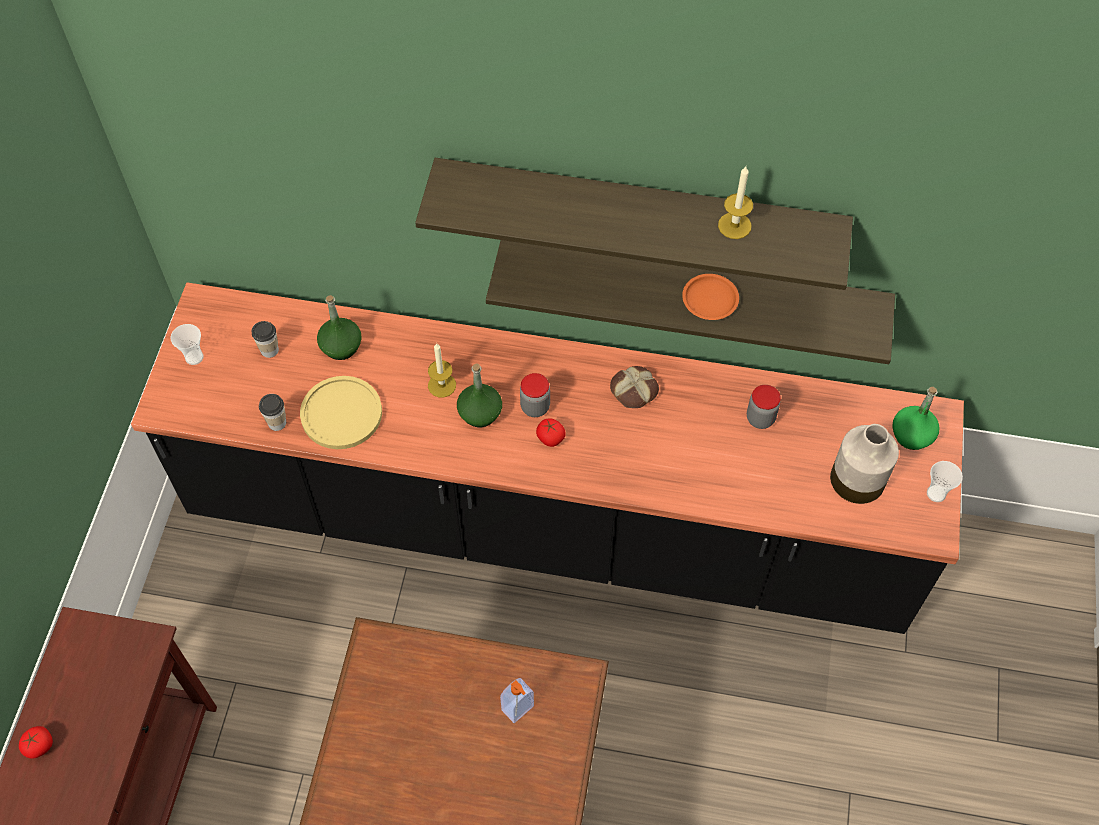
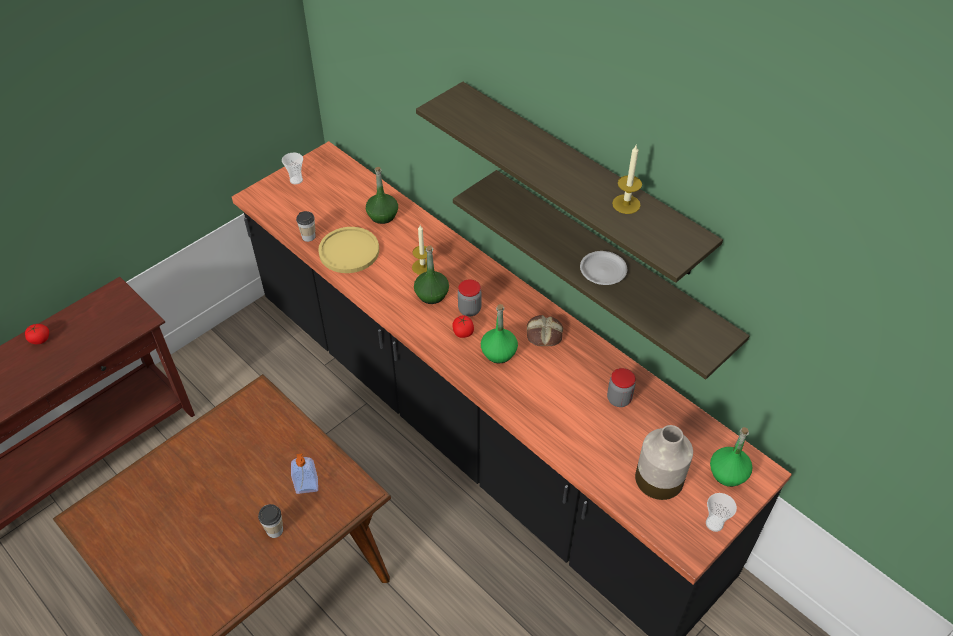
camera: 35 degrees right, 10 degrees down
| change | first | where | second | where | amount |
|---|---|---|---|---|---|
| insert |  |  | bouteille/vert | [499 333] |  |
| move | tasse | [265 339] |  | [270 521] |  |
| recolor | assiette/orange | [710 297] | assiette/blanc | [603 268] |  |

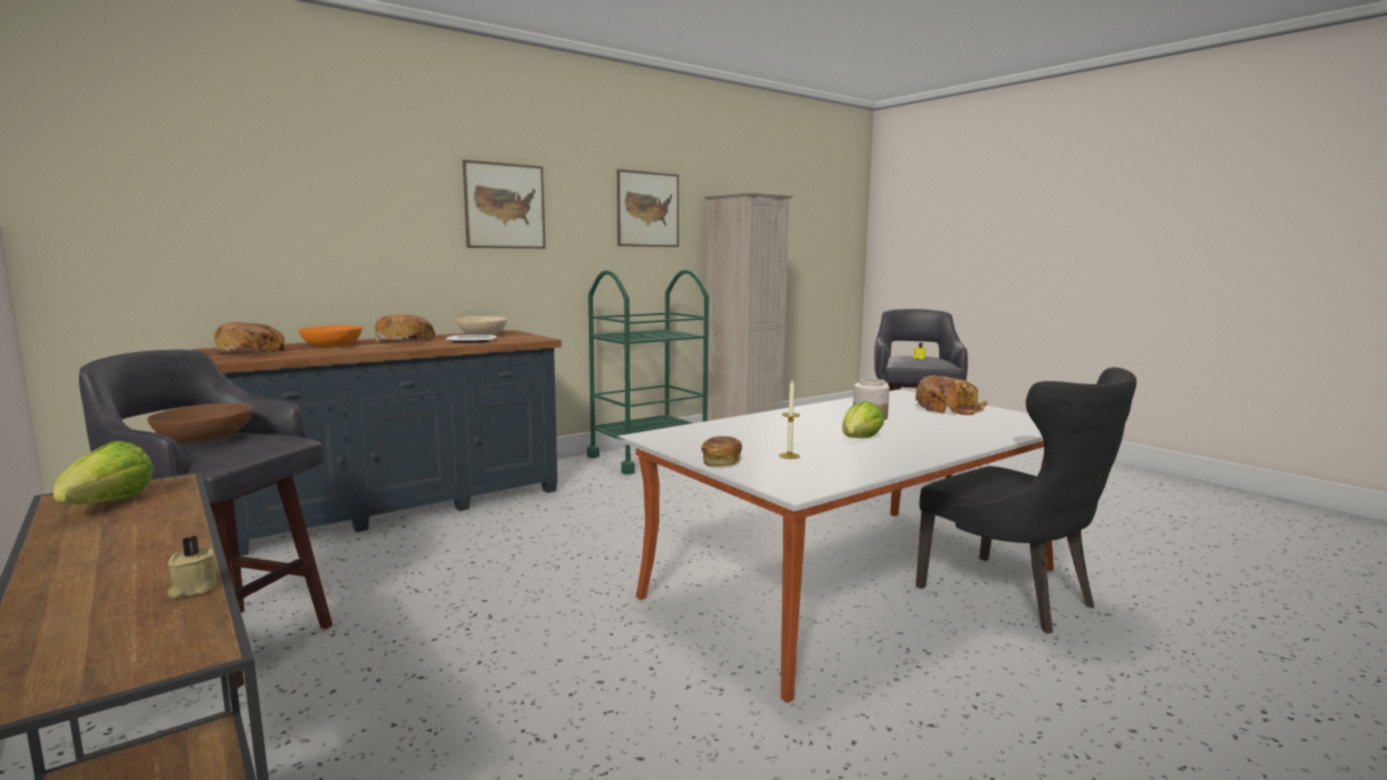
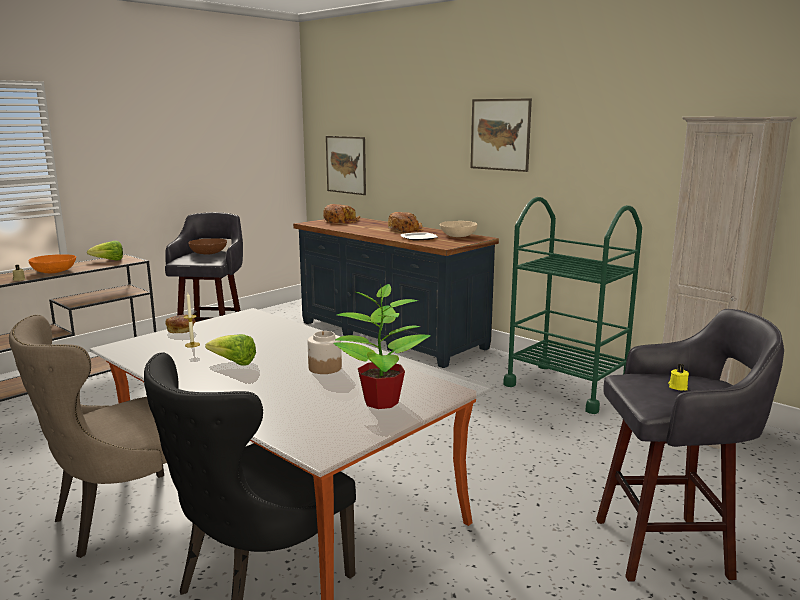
camera: 80 degrees right, 5 degrees up
| change | first | where | second | where | amount |
|---|---|---|---|---|---|
| insert |  |  | chaise/beige | [88 436] |  |
| move | bol/orange | [330 336] |  | [52 263] |  |
| move | tableau | [648 208] |  | [346 165] |  |
| replace | pain | [951 395] | plante en pot | [382 346] |  |

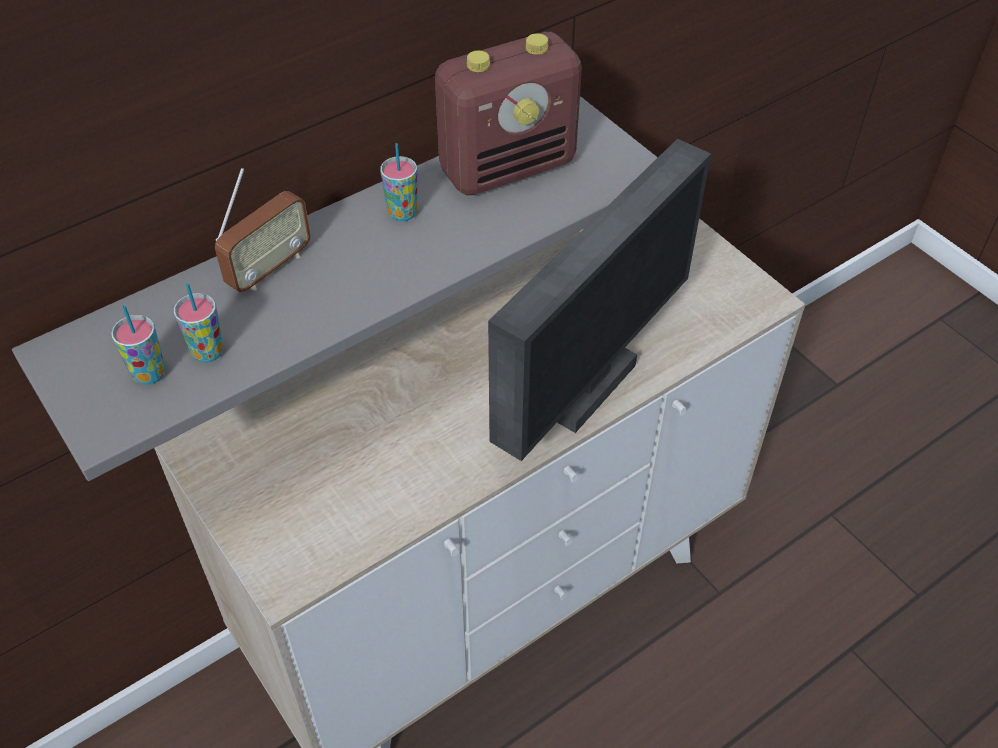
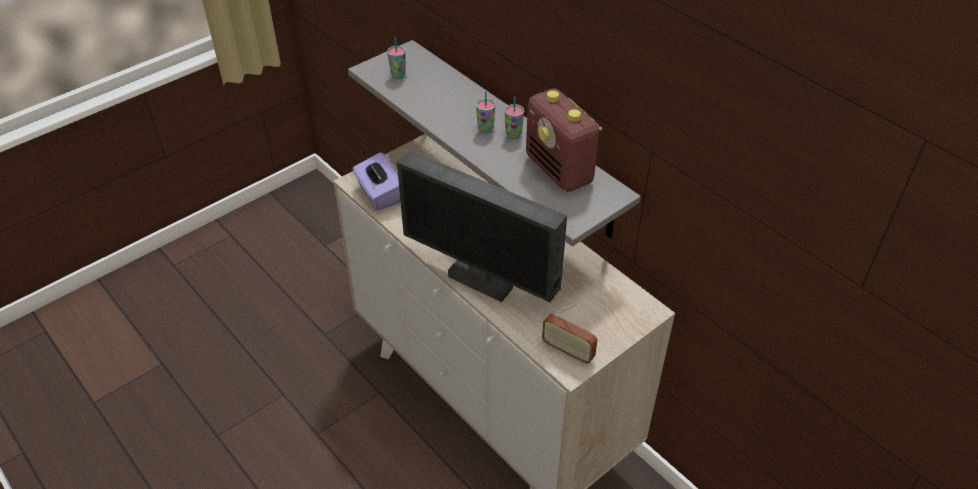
camera: 85 degrees right, 5 degrees down
| change | first | where | second | where | amount |
|---|---|---|---|---|---|
| insert |  |  | boîte à mouchoirs/violet | [377 181] |  |
| move | tasse | [199 323] |  | [486 112] |  |
| move | radio | [263 230] |  | [570 333] |  |

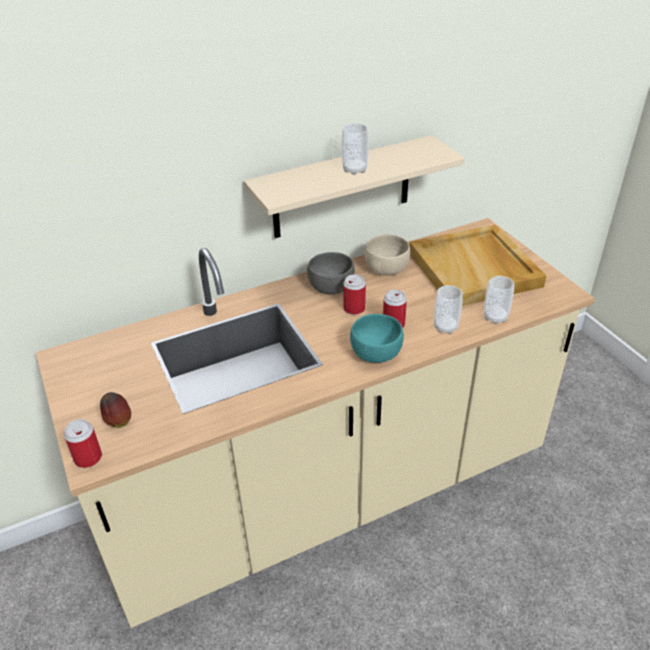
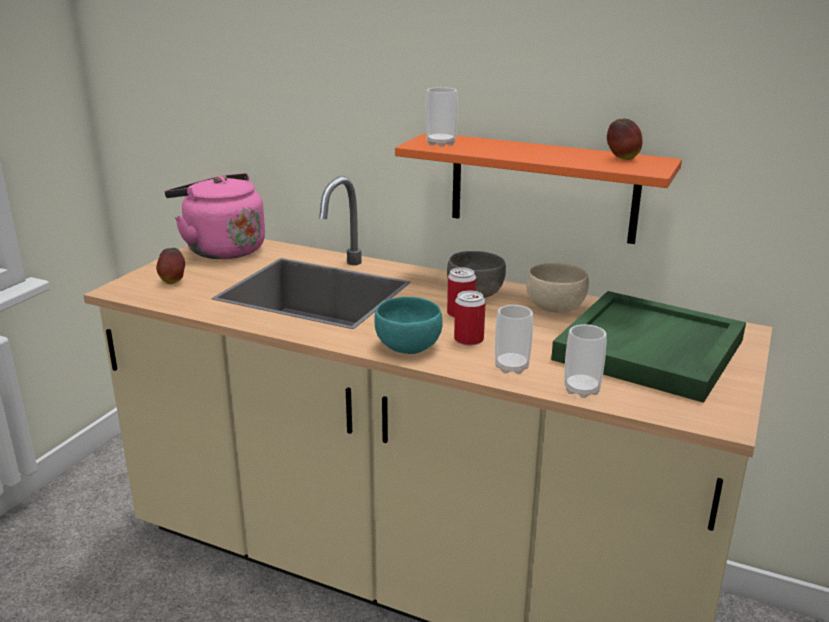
camera: 50 degrees right, 15 degrees down
| change | first | where | second | where | amount |
|---|---|---|---|---|---|
| delete | boîte métallique | [83 443] |  |  |  |
| insert |  |  | bouilloire/rose | [214 216] |  |
| insert |  |  | pomme | [625 139] |  |
| move | tasse | [355 149] |  | [441 117] |  |
| recolor | étagère/beige | [354 186] | étagère/orange | [538 188] |  |
| recolor | plateau/beige | [478 265] | plateau/vert | [648 347] |  |

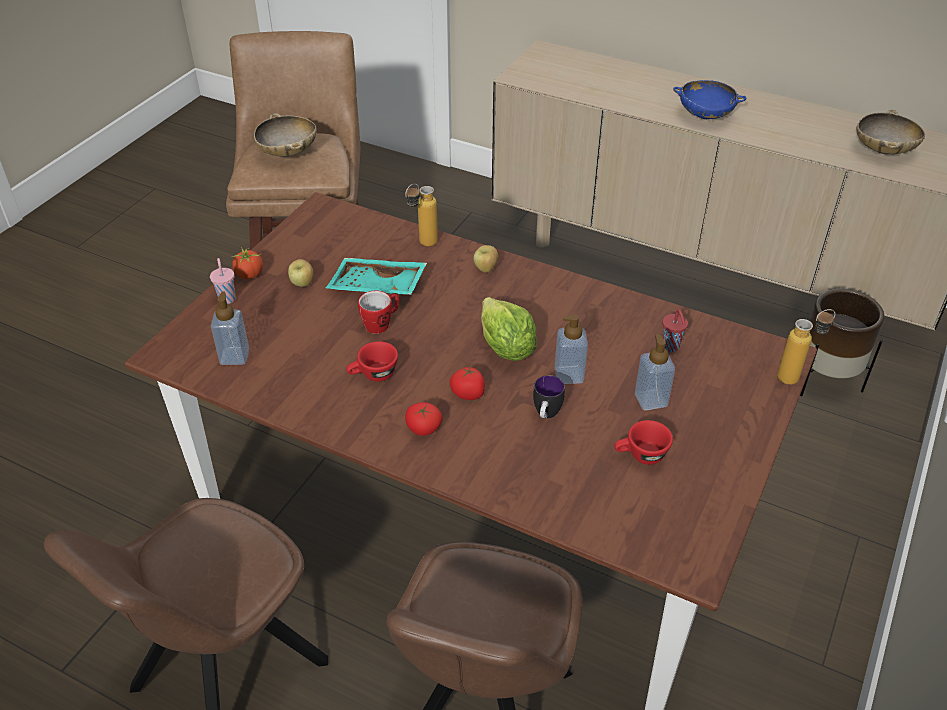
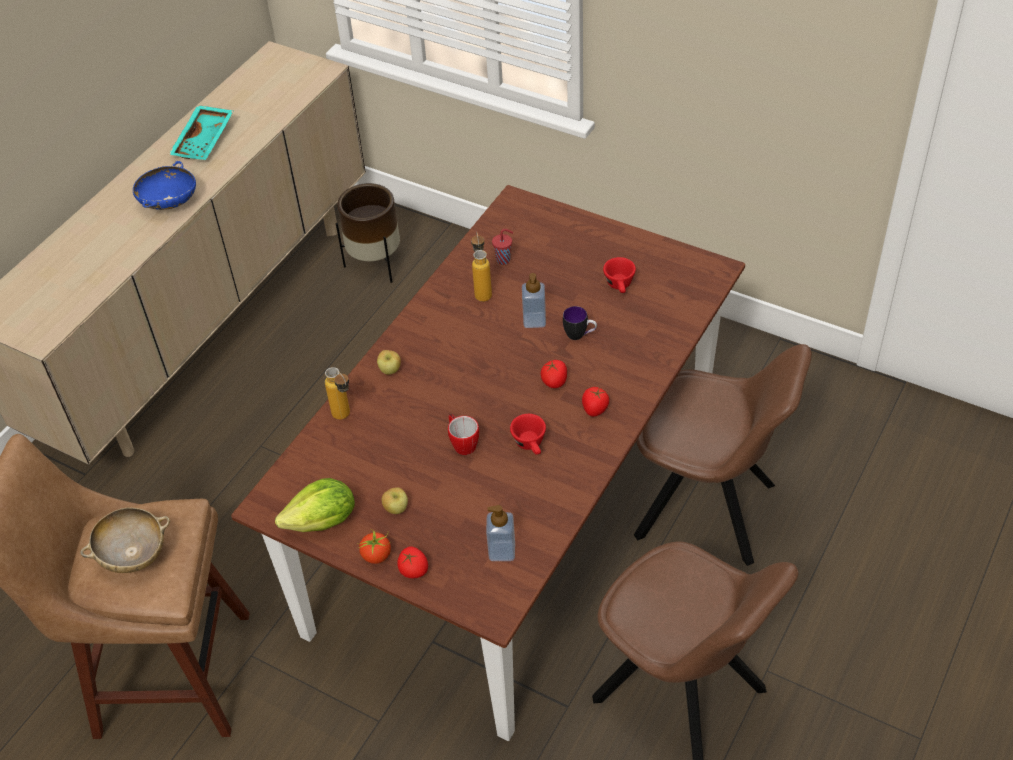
camera: 85 degrees left, 5 degrees up
| change | first | where | second | where | amount |
|---|---|---|---|---|---|
| delete | distributeur de savon | [655 372] |  |  |  |
| delete | bol/beige | [890 132] |  |  |  |
| move | plateau/turquoise | [376 276] |  | [201 132] |  |
| move | laitue | [509 329] |  | [315 505] |  |
| move | bouteille | [806 347] |  | [481 267] |  |
| replace | tasse/rose | [223 281] | tomate | [412 562] |  |

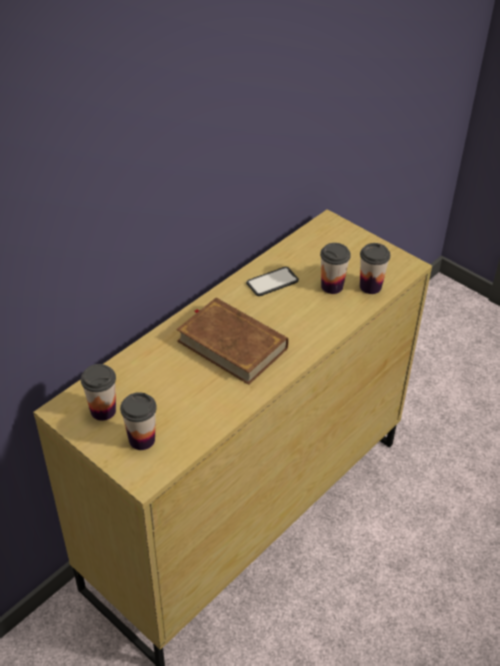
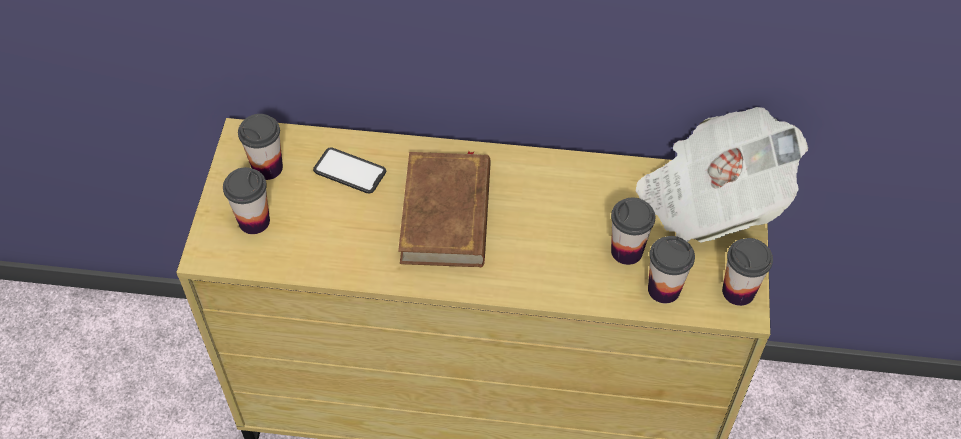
camera: 55 degrees right, 10 degrees up
| change | first | where | second | where | amount |
|---|---|---|---|---|---|
| insert |  |  | journal | [722 175] |  |
| insert |  |  | tasse | [747 272] |  |
| move | téléphone | [272 281] |  | [349 170] |  |

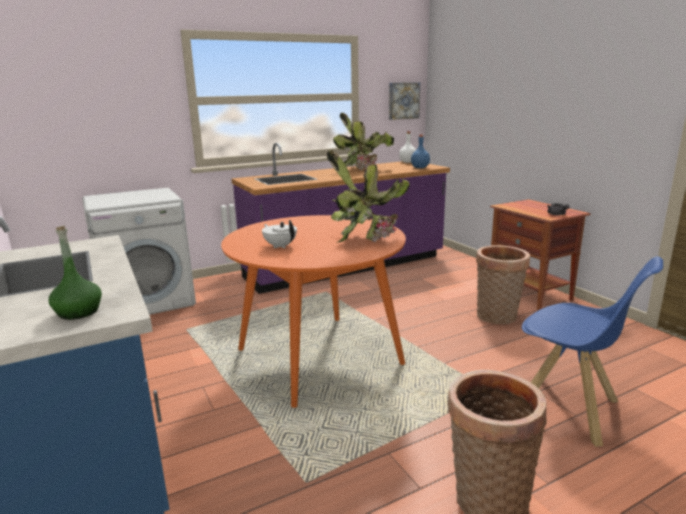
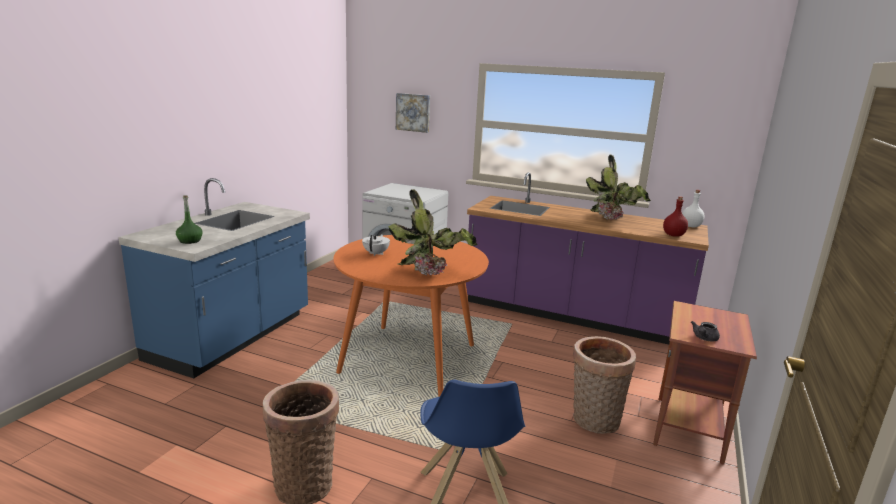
camera: 50 degrees right, 0 degrees up
| change | first | where | second | where | amount |
|---|---|---|---|---|---|
| move | tableau | [404 101] |  | [413 113] |  |
| recolor | bouteille/bleu | [420 151] | bouteille/rouge | [675 216] |  |

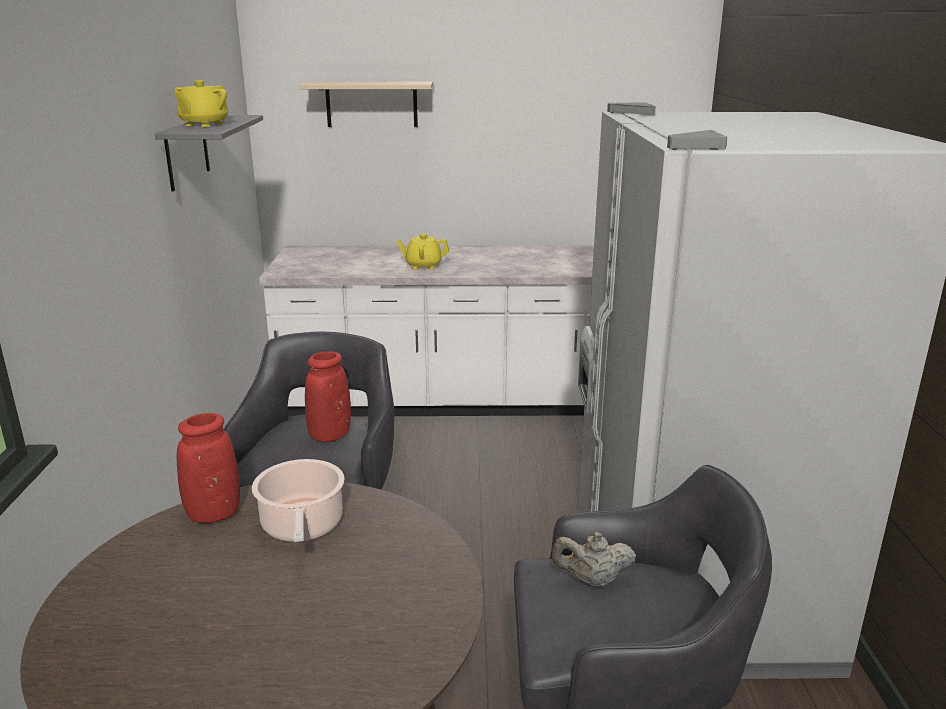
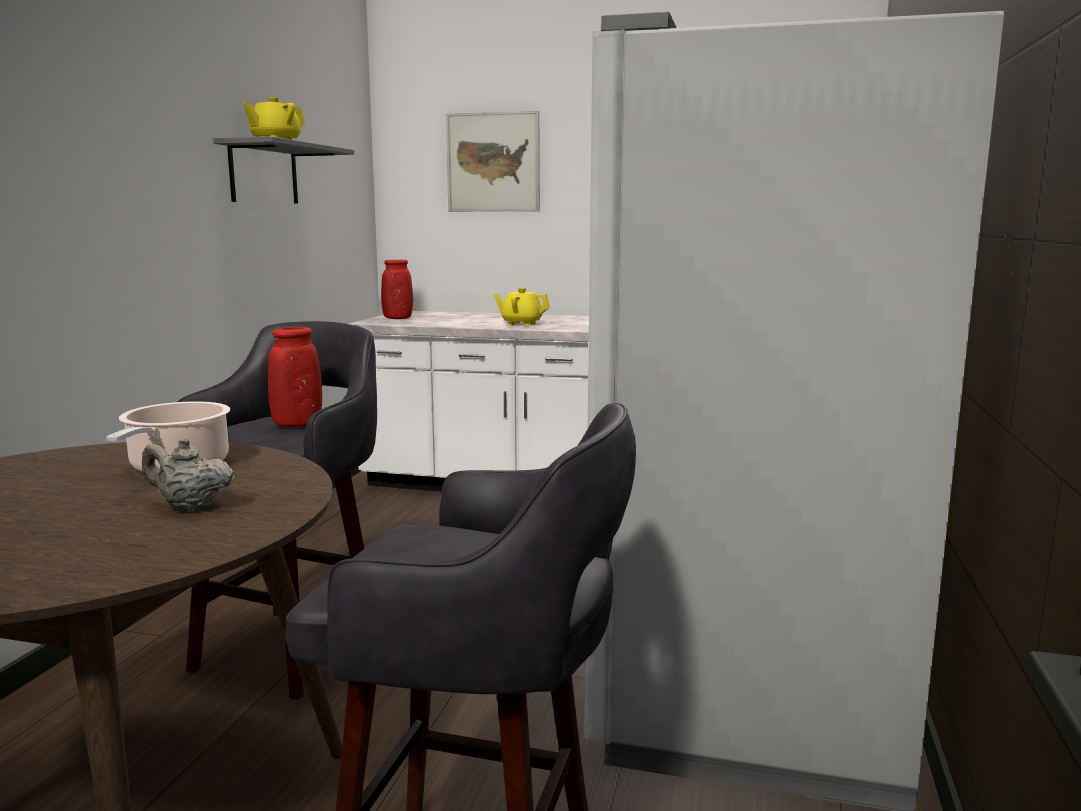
camera: 15 degrees right, 10 degrees down
| change | first | where | second | where | amount |
|---|---|---|---|---|---|
| move | vase/rouge | [208 468] |  | [397 289] |  |
| move | théière/beige | [593 559] |  | [188 474] |  |
| replace | étagère/beige | [366 104] | tableau | [493 161] |  |

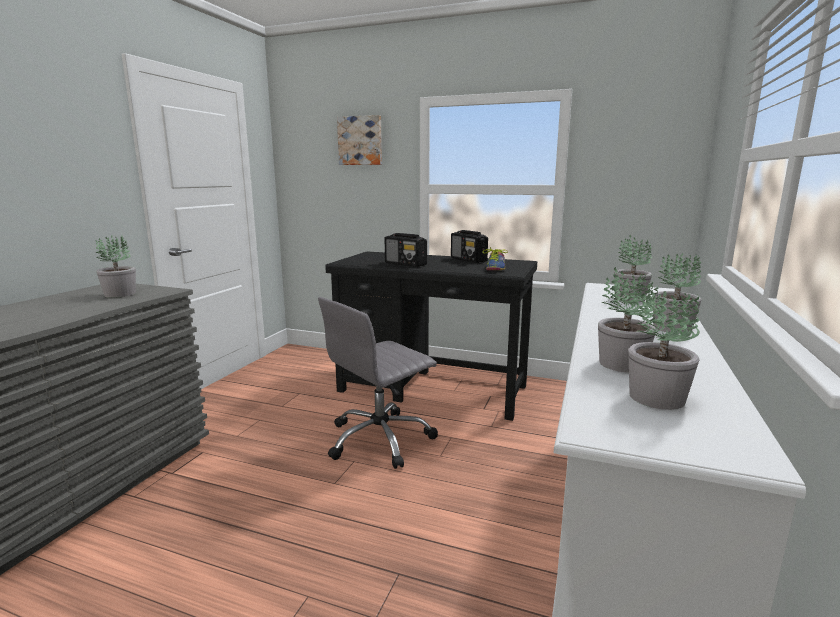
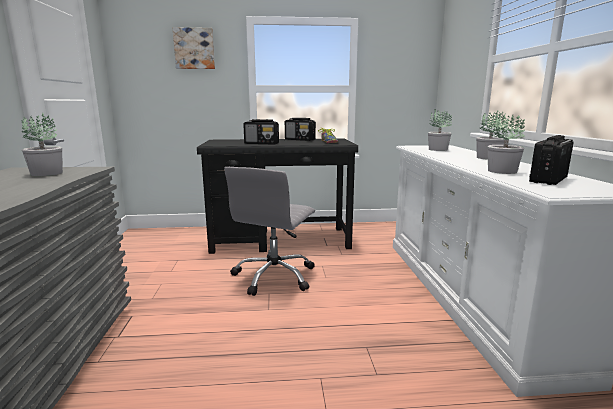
camera: 25 degrees left, 0 degrees up
| change | first | where | second | where | amount |
|---|---|---|---|---|---|
| replace | plante en pot | [664 350] | radio | [551 160] |  |

